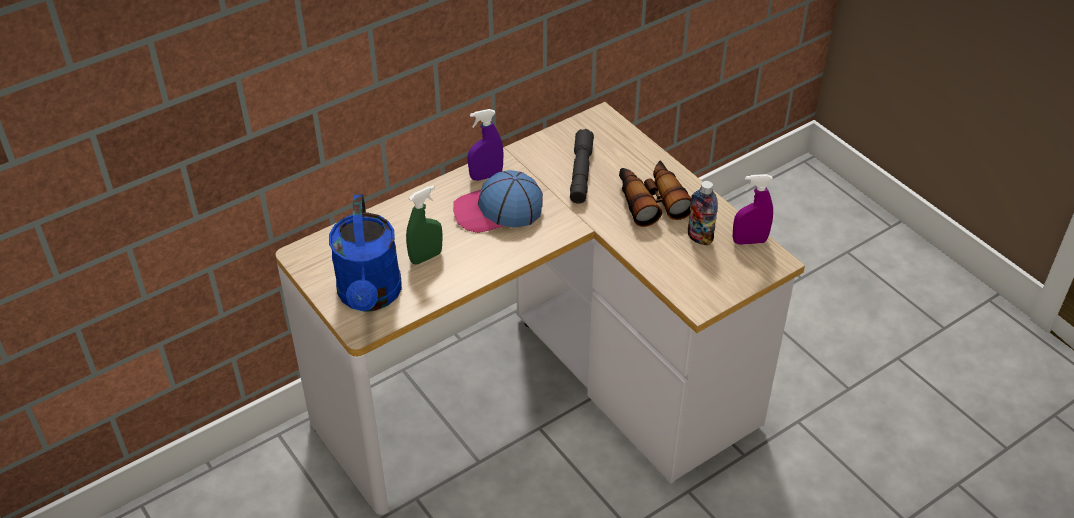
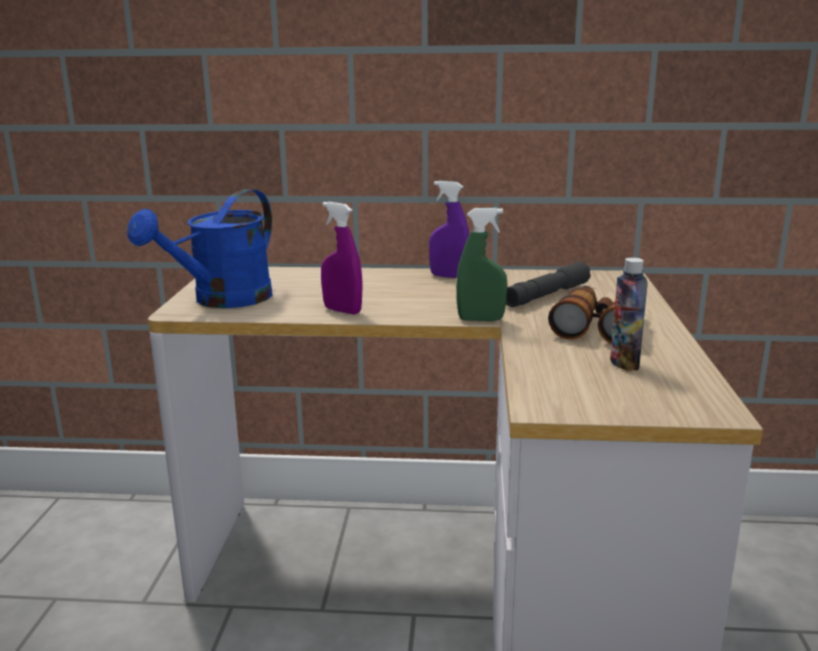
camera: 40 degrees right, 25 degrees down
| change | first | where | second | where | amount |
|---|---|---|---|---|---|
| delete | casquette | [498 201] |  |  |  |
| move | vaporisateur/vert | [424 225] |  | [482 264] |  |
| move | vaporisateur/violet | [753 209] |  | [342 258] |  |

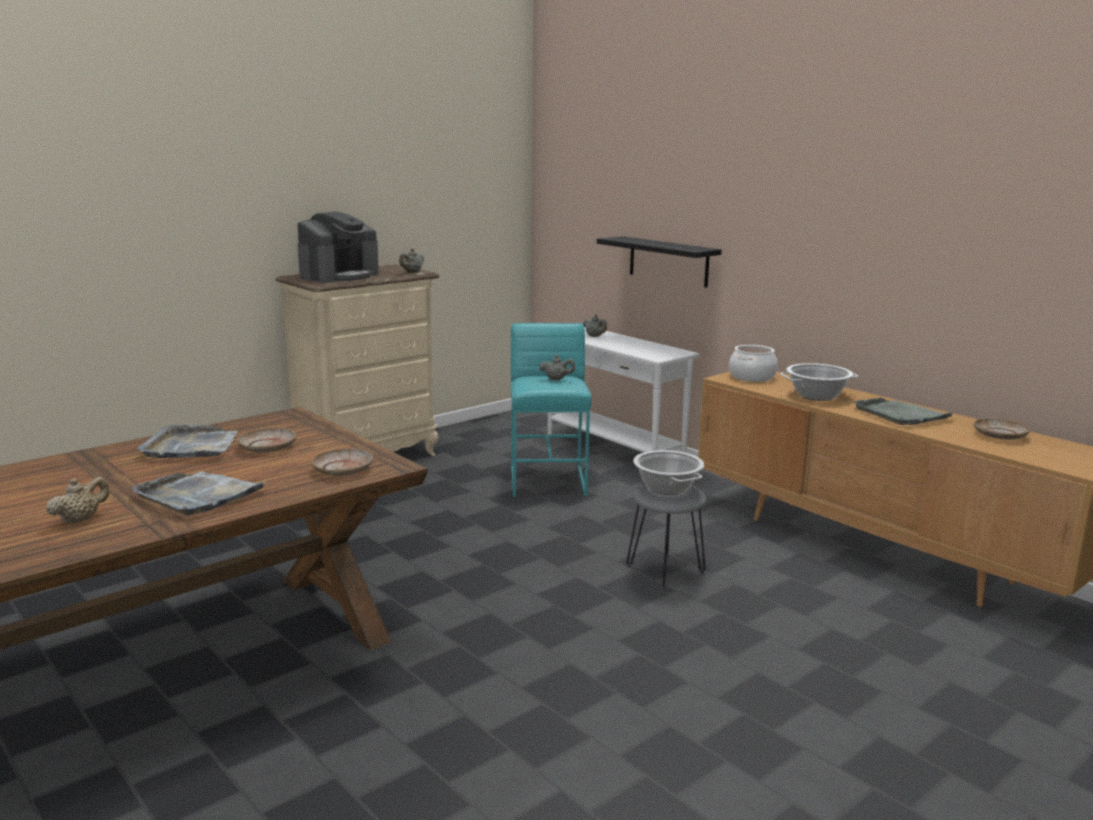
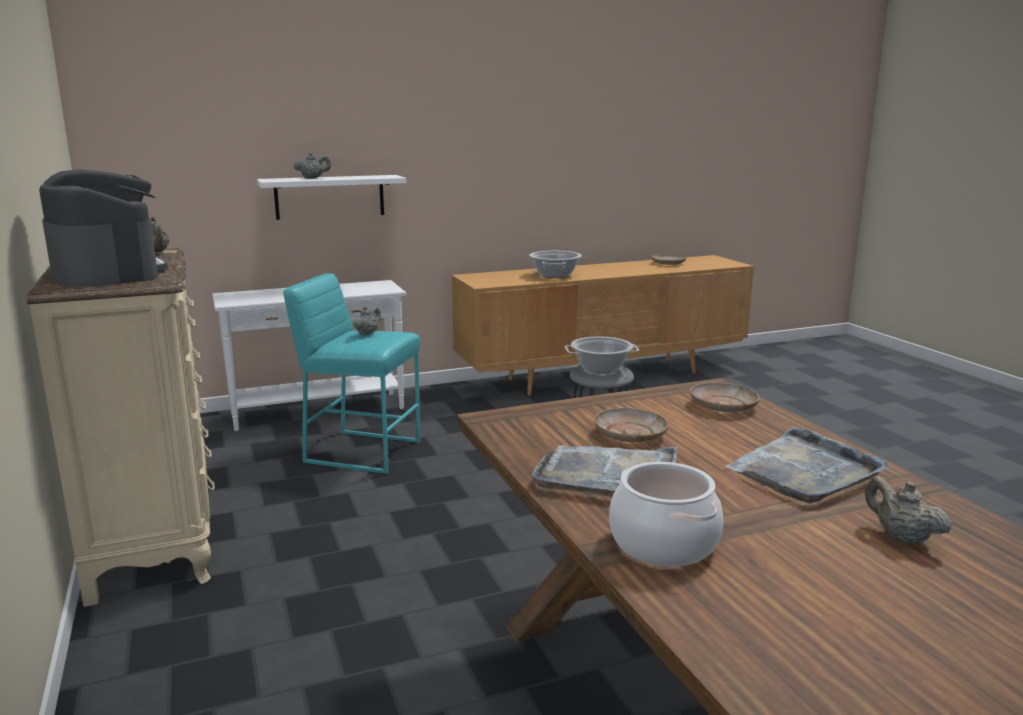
camera: 70 degrees left, 0 degrees up
| change | first | where | second | where | amount |
|---|---|---|---|---|---|
| delete | plateau/gris | [903 411] |  |  |  |
| move | théière/gris | [595 325] |  | [312 165] |  |
| move | marmite | [753 363] |  | [666 514] |  |
| recolor | étagère/noir | [659 262] | étagère/blanc | [331 197] |  |

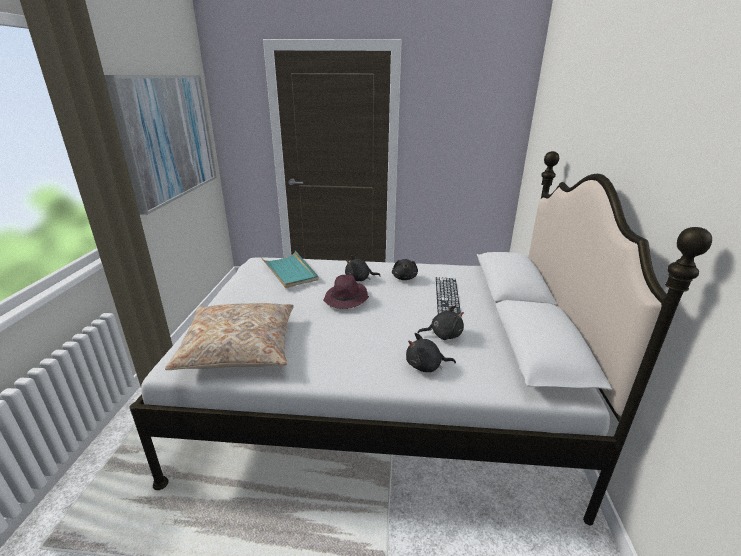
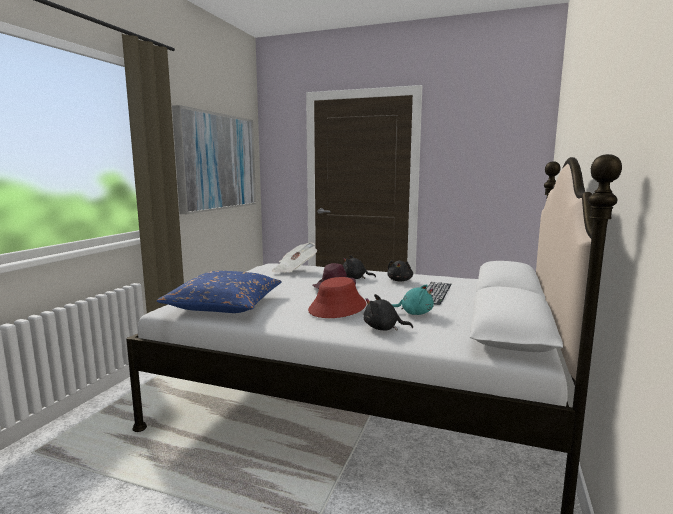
camera: 15 degrees right, 15 degrees down
| change | first | where | second | where | amount |
|---|---|---|---|---|---|
| insert |  |  | chapeau/rouge | [337 297] |  |
| replace | plateau/turquoise | [290 269] | journal | [294 258] |  |
| recolor | coussin/beige | [229 336] | coussin/bleu | [218 292] |  |
| recolor | peluche/noir | [441 323] | peluche/turquoise | [413 299] |  |

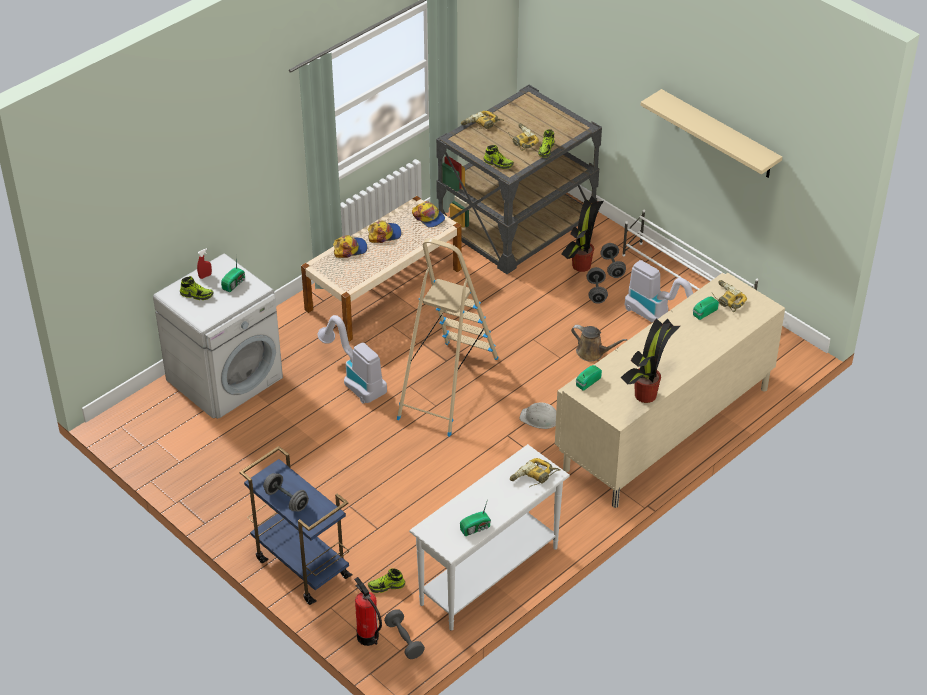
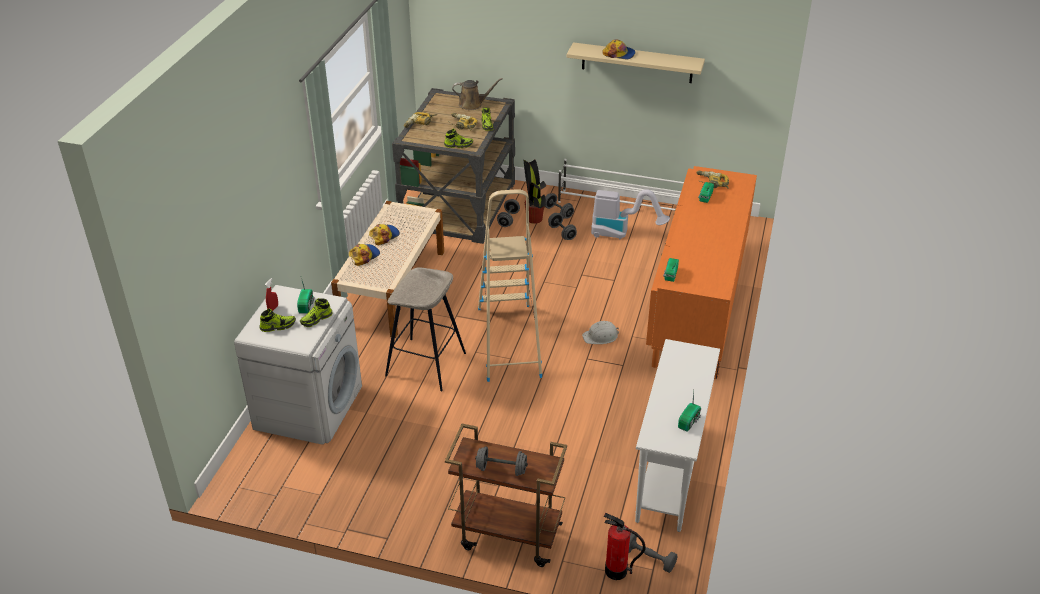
camera: 30 degrees left, 5 degrees down
| change | first | where | second | where | amount |
|---|---|---|---|---|---|
| delete | perceuse | [535 472] |  |  |  |
| delete | plante en pot | [650 360] |  |  |  |
| insert |  |  | haltère/gris | [508 213] |  |
| move | chaussure | [386 580] |  | [316 312] |  |
| move | casquette | [428 214] |  | [618 50] |  |
| move | arrosoir/marron | [599 343] |  | [477 94] |  |
| replace | aspirateur | [352 359] | tabouret/gris | [425 329] |  |
| recolor | chariot/bleu | [296 525] | chariot/marron | [506 495] |  |
| recolor | meuble de rangement/beige | [670 390] | meuble de rangement/orange | [701 272] |  |

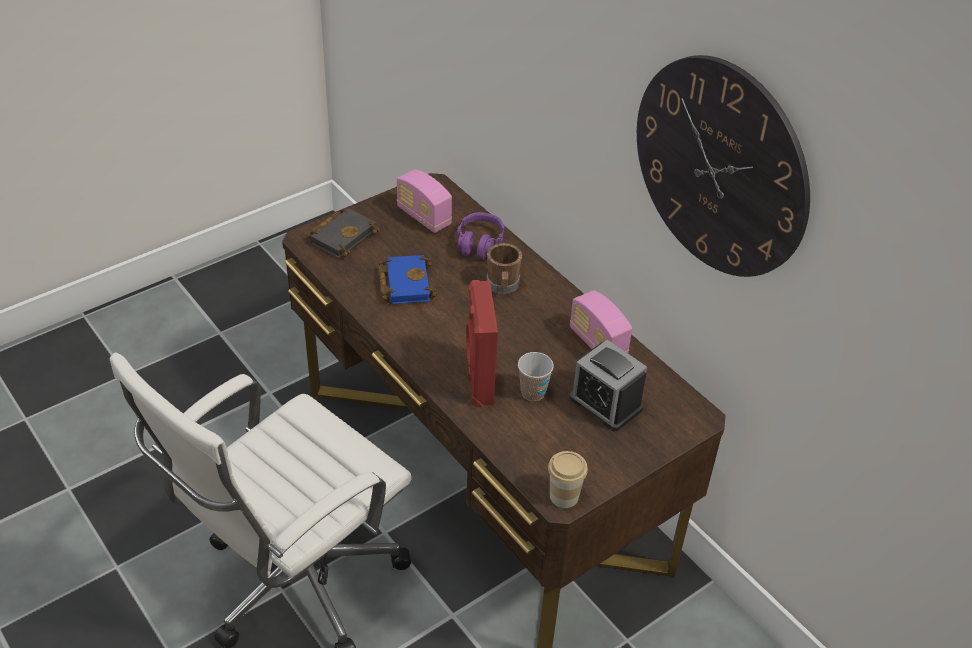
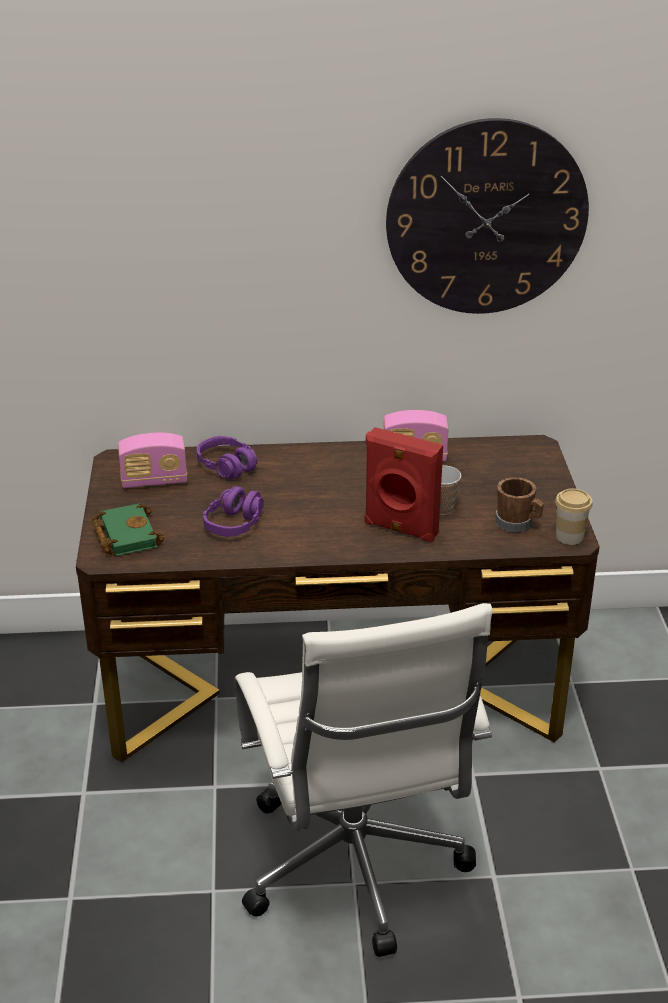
camera: 55 degrees left, 10 degrees down
| change | first | where | second | where | amount |
|---|---|---|---|---|---|
| delete | réveil | [608 385] |  |  |  |
| move | mug/marron | [504 268] |  | [519 504] |  |
| replace | livre/bleu | [407 279] | casque audio/violet | [233 511] |  |
| recolor | livre/noir | [343 233] | livre/vert | [128 529] |  |

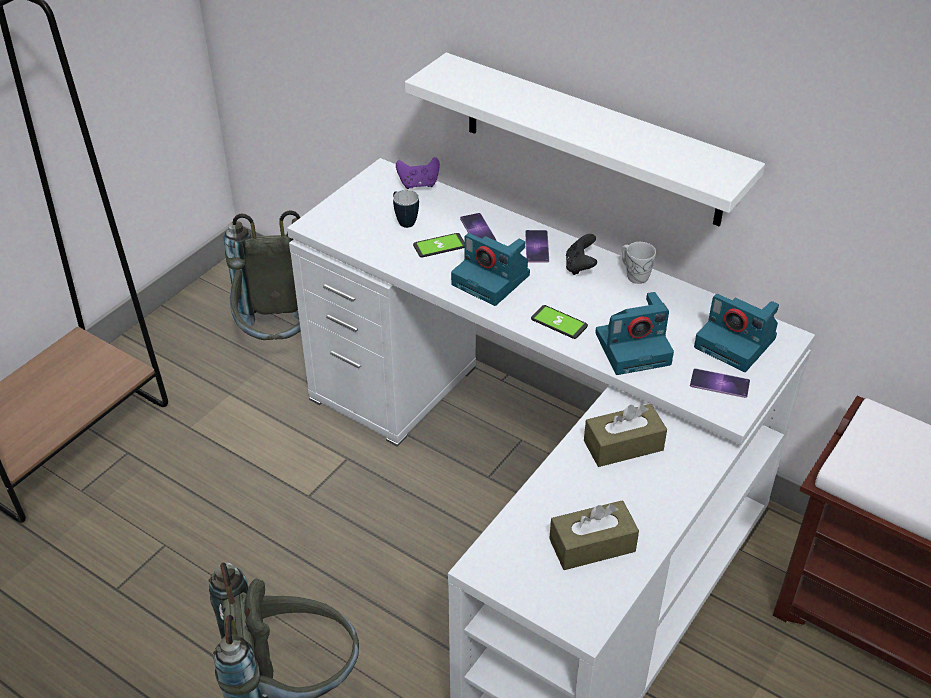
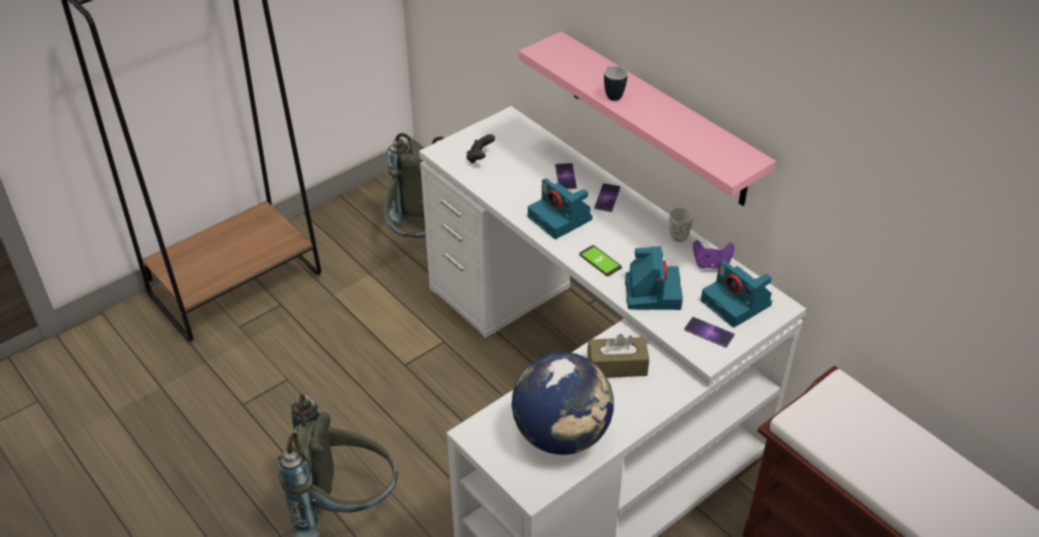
camera: 15 degrees right, 0 degrees up
| change | first | where | second | where | amount |
|---|---|---|---|---|---|
| delete | téléphone | [438 245] |  |  |  |
| move | mug | [406 209] |  | [616 83] |  |
| move | manette/violet | [418 173] |  | [713 254] |  |
| move | manette/noir | [581 254] |  | [480 148] |  |
| replace | boîte à mouchoirs/marron | [594 535] | globe | [563 403] |  |
| recolor | étagère/blanc | [585 139] | étagère/rose | [647 118] |  |
| rotate | appareil photo | [634 333] |  | [654 278] | 90 degrees counterclockwise |

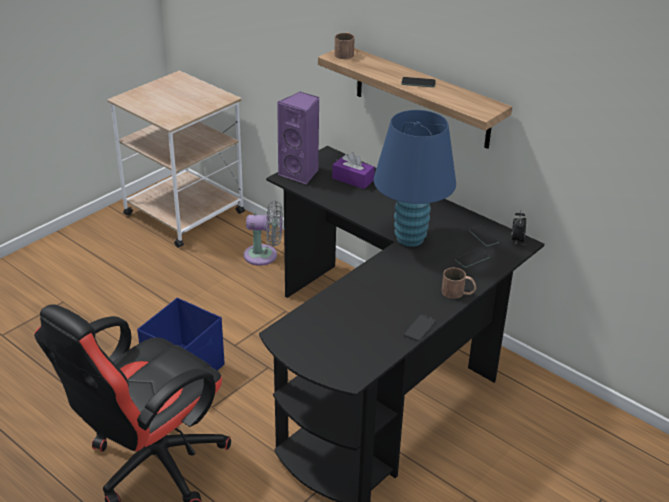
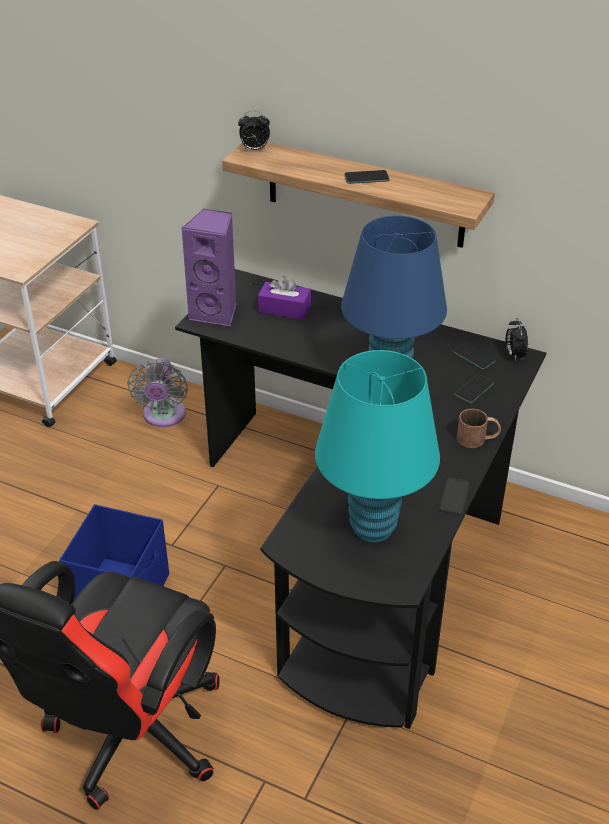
camera: 15 degrees left, 5 degrees up
| change | first | where | second | where | amount |
|---|---|---|---|---|---|
| insert |  |  | lampe de table/turquoise | [377 446] |  |
| replace | mug/marron | [344 45] | réveil | [254 131] |  |
| rotate | ventilateur/gris | [263 233] |  | [157 392] | 105 degrees clockwise |

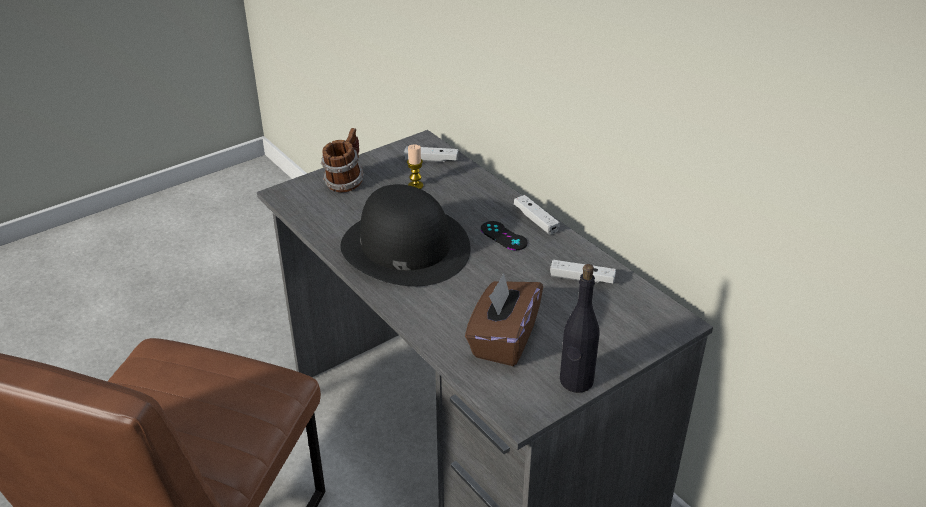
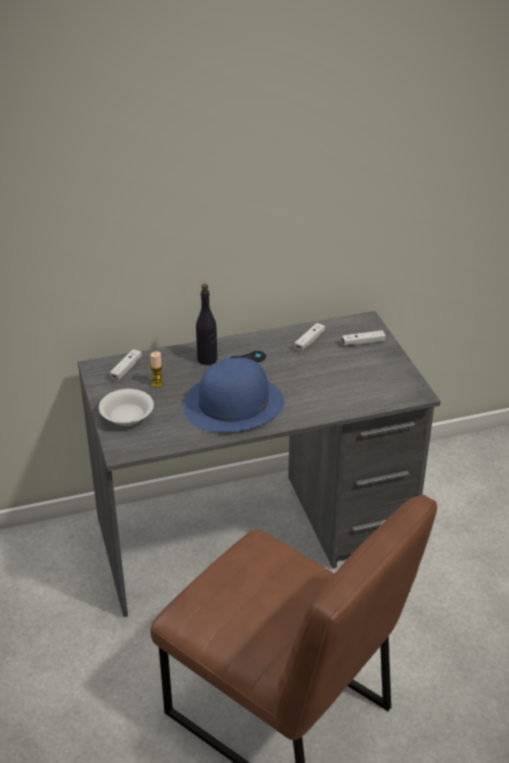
camera: 70 degrees left, 0 degrees up
| change | first | where | second | where | amount |
|---|---|---|---|---|---|
| delete | boîte à mouchoirs/marron | [504 319] |  |  |  |
| move | manette/blanc | [537 215] |  | [364 337] |  |
| move | bouteille/noir | [580 328] |  | [206 324] |  |
| replace | mug | [342 160] | bol/blanc | [126 407] |  |
| recolor | chapeau/noir | [406 235] | chapeau/bleu | [233 394] |  |

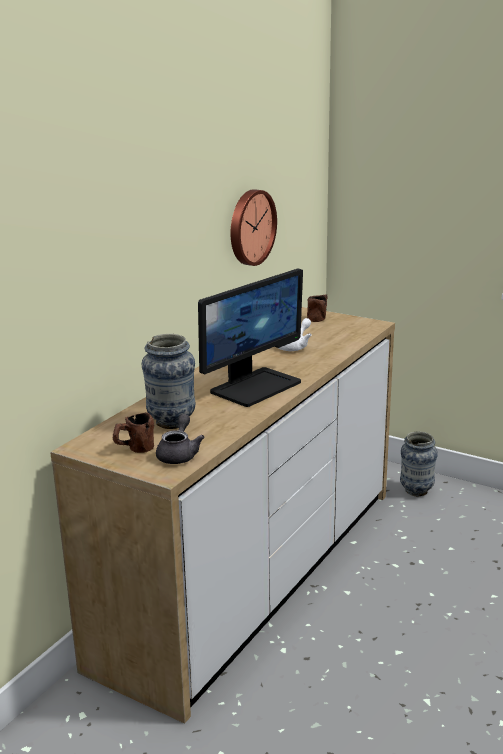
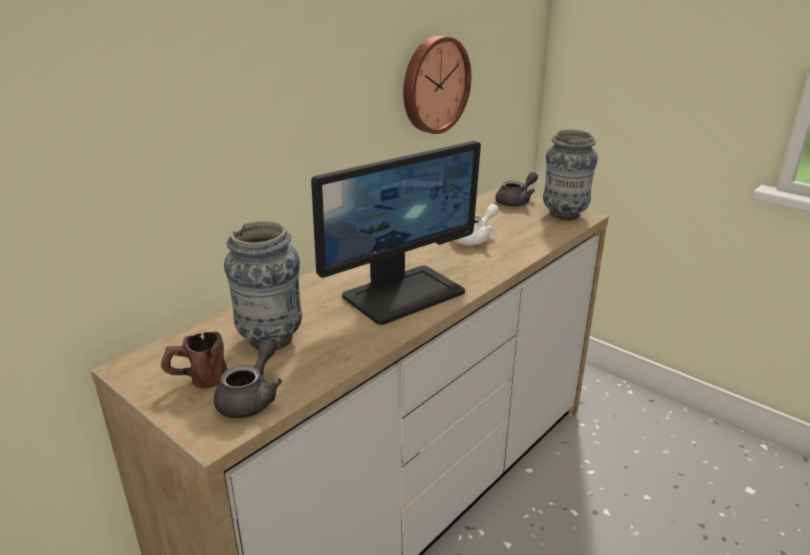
camera: 10 degrees right, 5 degrees up
| change | first | where | second | where | amount |
|---|---|---|---|---|---|
| move | vase | [419 463] |  | [570 174] |  |
| replace | mug/marron | [317 308] | théière/gris | [516 189] |  |

